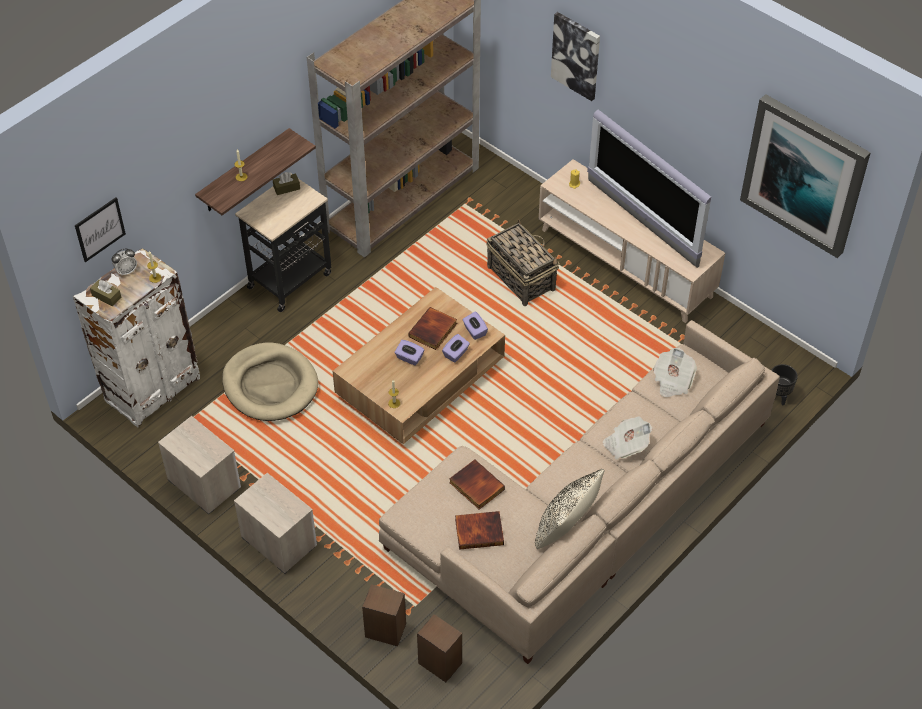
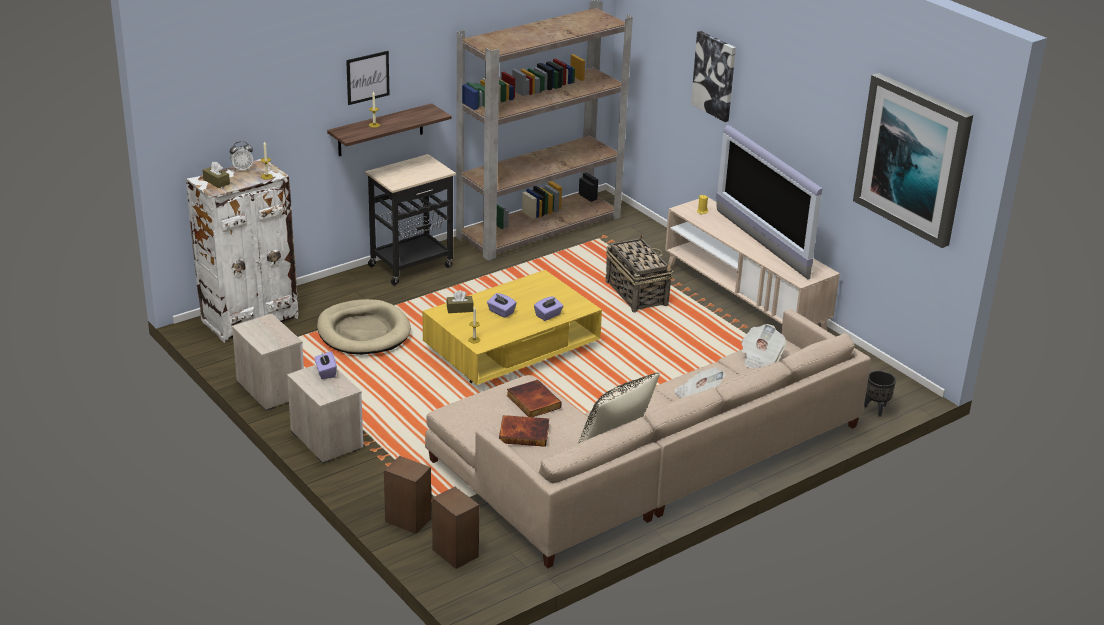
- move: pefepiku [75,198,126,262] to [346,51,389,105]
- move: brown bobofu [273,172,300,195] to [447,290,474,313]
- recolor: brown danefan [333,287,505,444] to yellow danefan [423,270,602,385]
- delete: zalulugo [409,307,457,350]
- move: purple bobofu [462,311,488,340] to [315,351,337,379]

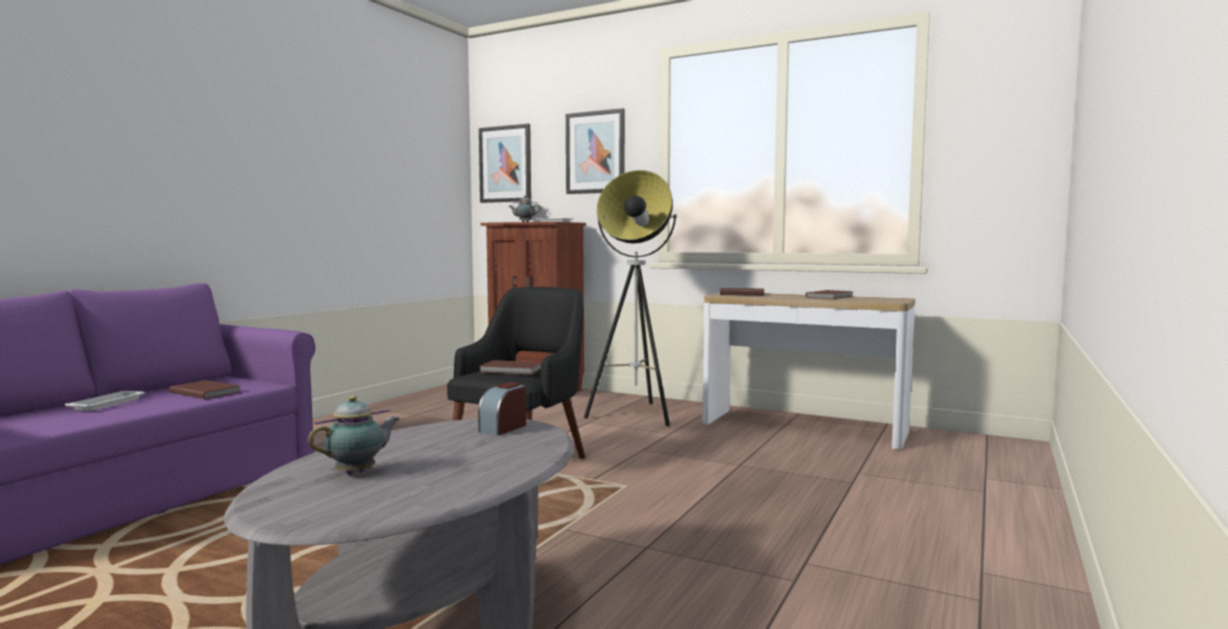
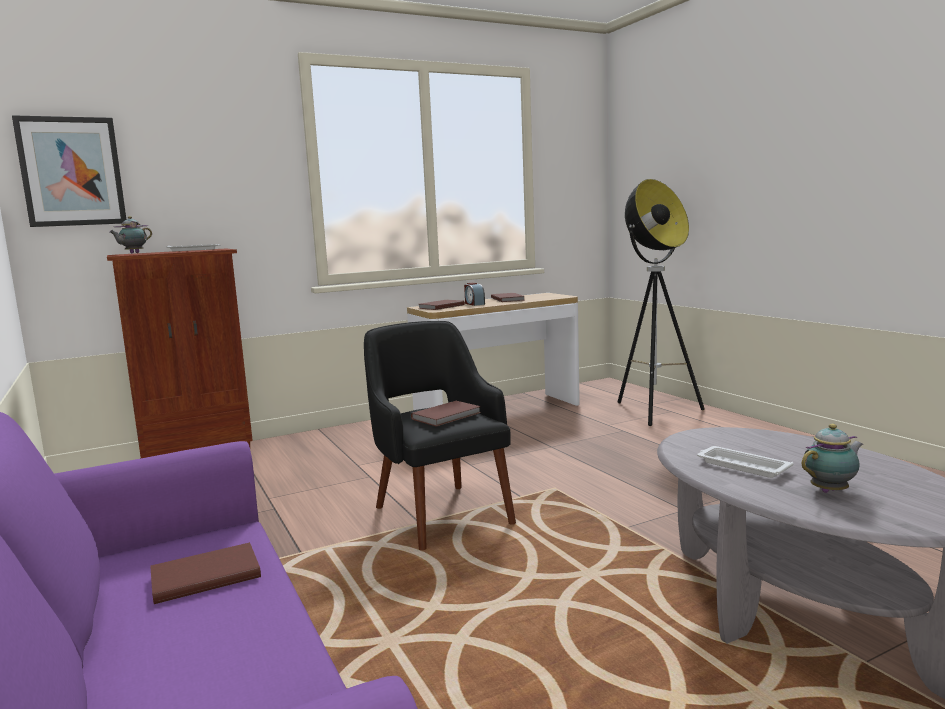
- move: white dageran [65,391,145,411] to [697,446,794,478]
- rotate: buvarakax [308,395,399,475] = [802,424,863,493] 75 degrees clockwise
- move: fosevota [478,382,526,436] to [464,283,485,306]
- delete: pefepiku [566,108,625,194]
- move: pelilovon [584,170,677,426] to [618,179,705,426]

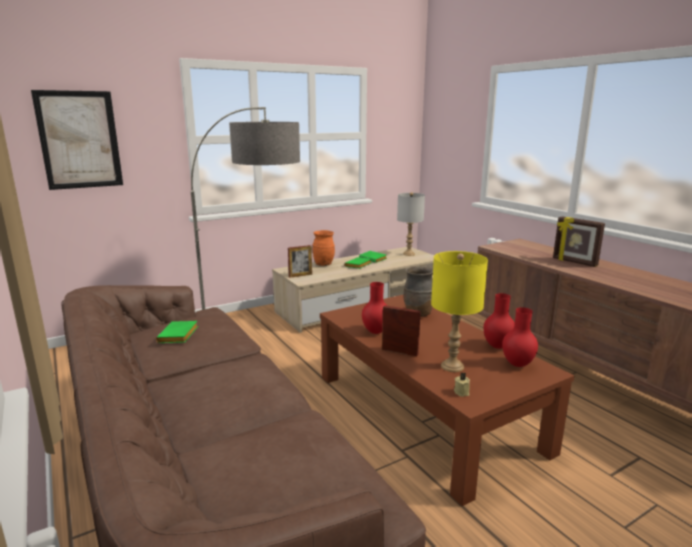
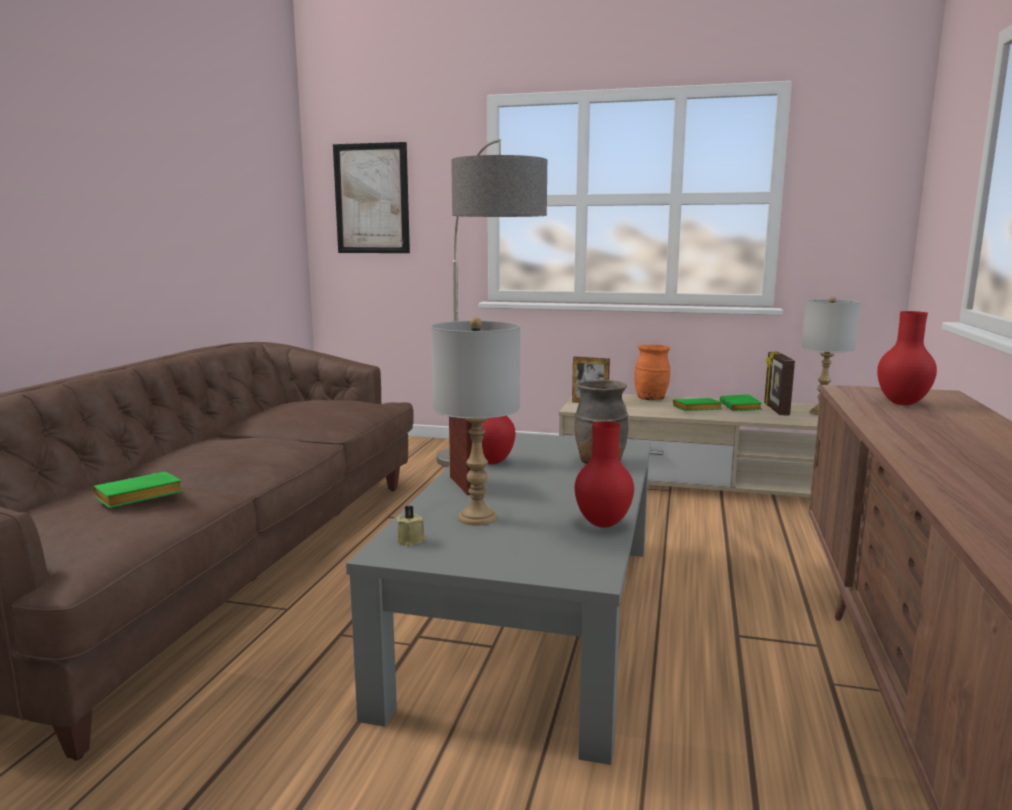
- move: green zalulugo [156,321,198,343] to [94,471,183,508]
- recolor: brown danefan [320,294,574,506] to grey danefan [346,433,651,765]
- recolor: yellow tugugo [431,251,488,372] to grey tugugo [431,317,520,525]
- move: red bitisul [502,307,538,367] to [877,311,937,405]
- move: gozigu [553,216,605,267] to [764,352,795,415]

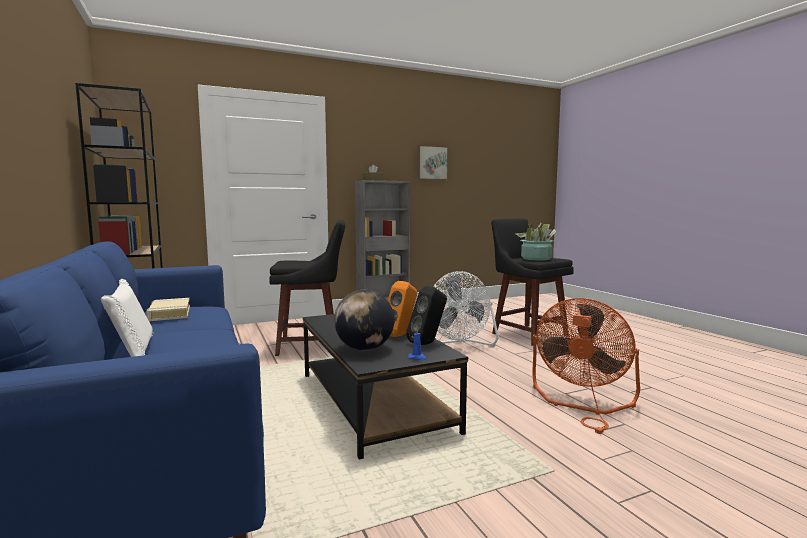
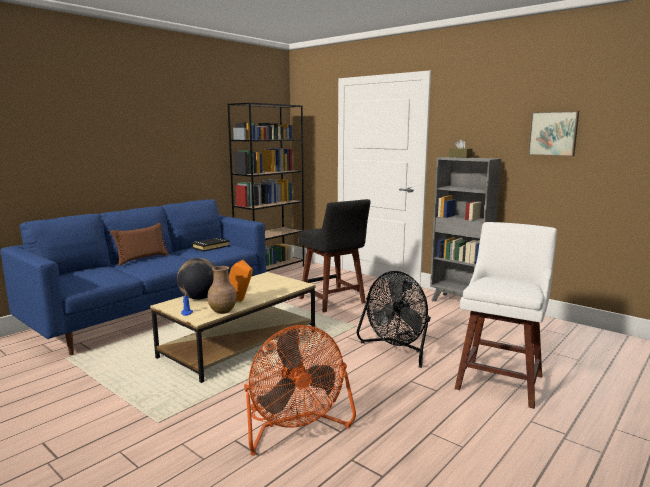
- recolor: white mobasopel [101,279,154,357] to brown mobasopel [110,223,169,266]
- recolor: beige zalulugo [147,298,190,321] to black zalulugo [191,238,230,252]
- recolor: black danefan [303,314,468,460] to beige danefan [150,272,316,383]
- replace: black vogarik [406,286,447,345] to brown bitisul [207,266,237,314]
- recolor: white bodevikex [433,271,499,347] to black bodevikex [357,271,431,368]
- recolor: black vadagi [491,219,574,346] to white vadagi [455,222,557,409]
- delete: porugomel [516,223,556,261]
- rotate: orange bodevikex [532,298,640,434] = [244,325,356,455] 60 degrees clockwise

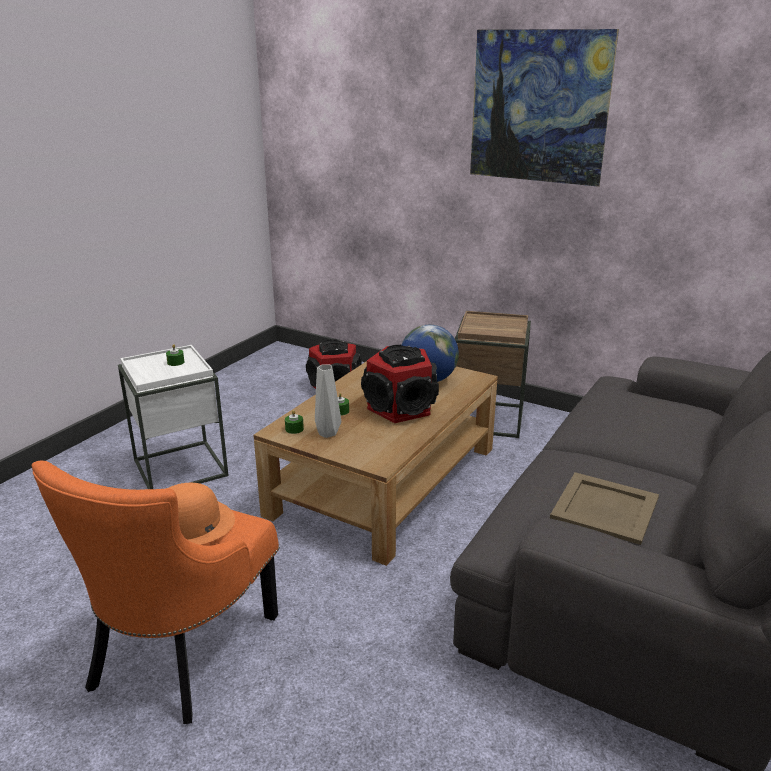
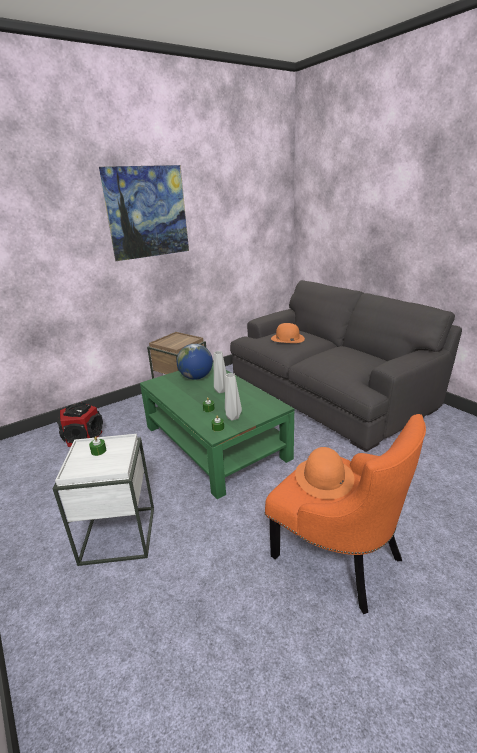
- recolor: brown danefan [253,361,498,566] to green danefan [140,363,294,499]
- replace: vogarik [361,345,439,423] to grey bitisul [213,351,227,393]
- delete: beige dageran [550,472,659,545]
- insert: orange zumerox [271,323,305,343]

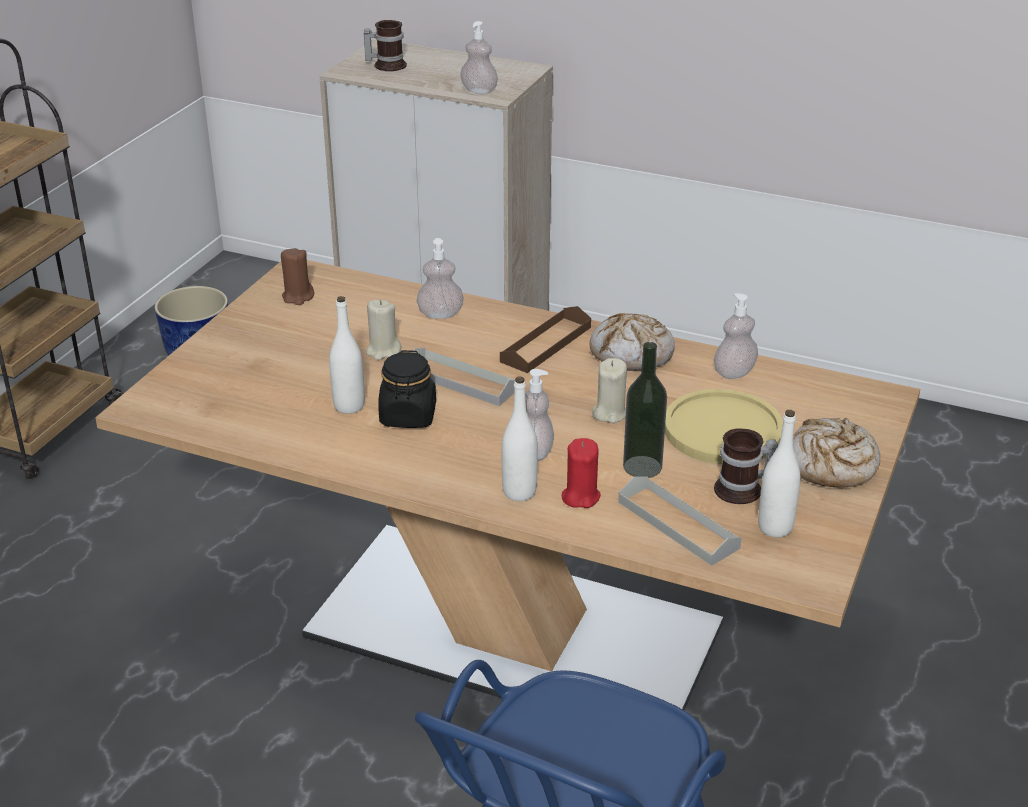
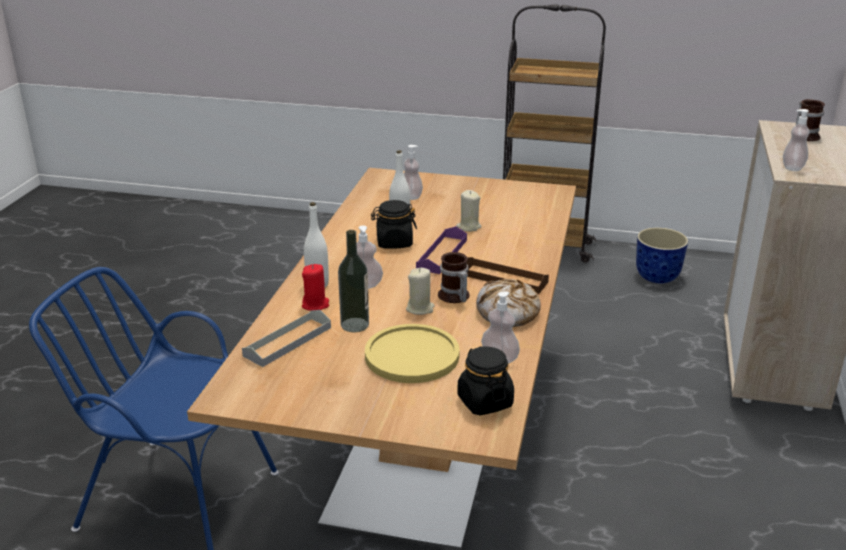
- delete: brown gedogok [281,248,314,305]
- recolor: grey dageran [412,348,515,406] to purple dageran [416,226,467,274]
- move: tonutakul [416,238,464,319] to [404,145,423,200]
- move: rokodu [714,429,778,504] to [438,252,470,303]
- delete: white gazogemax [758,410,801,537]
- delete: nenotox [793,418,880,488]
- insert: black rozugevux [457,346,514,415]

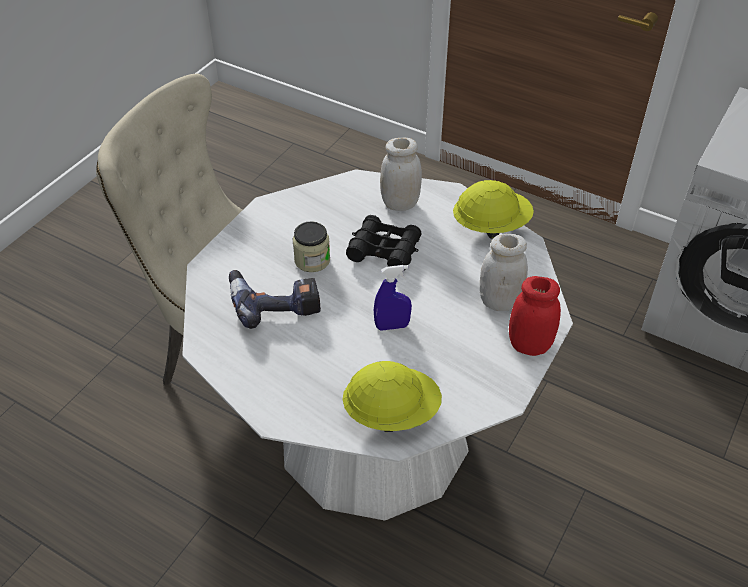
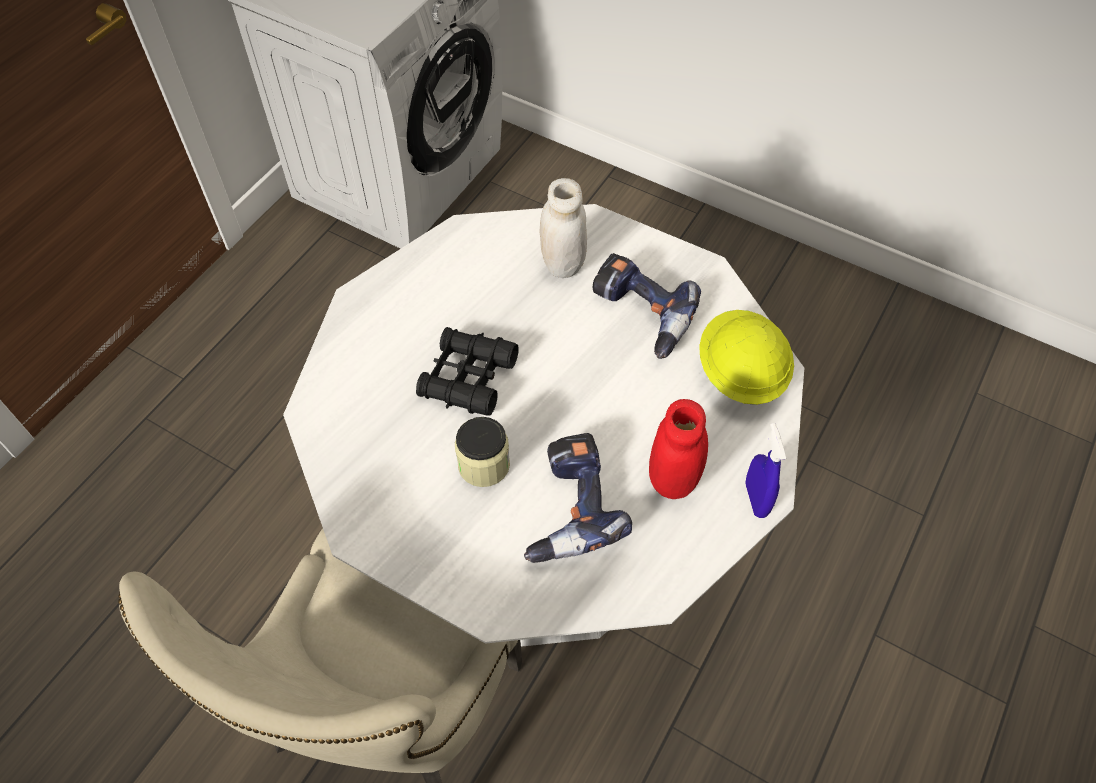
- move: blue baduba [374,265,412,331] to [745,423,786,518]
- delete: white rozugevux [380,138,422,211]
- delete: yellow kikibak [453,180,534,239]
- move: red rozugevux [509,276,561,356] to [649,399,708,499]
- insert: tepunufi [593,253,701,359]

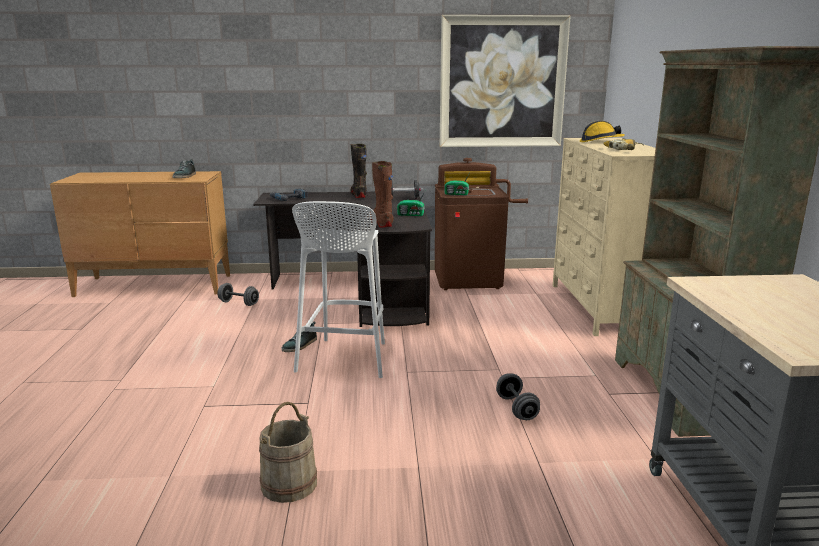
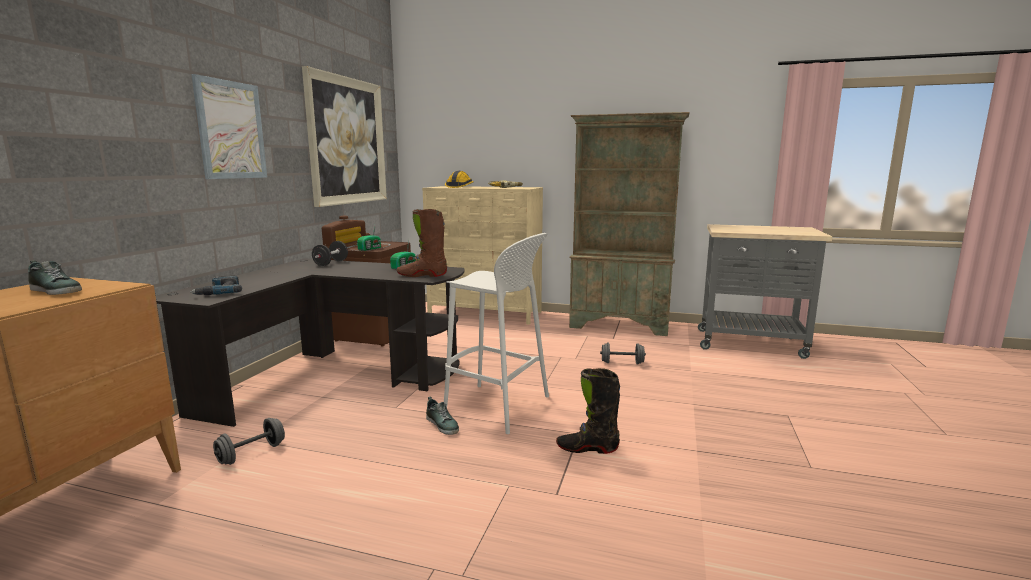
- delete: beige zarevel [259,402,317,503]
- move: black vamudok [350,144,367,198] to [556,368,620,454]
- insert: pefepiku [191,74,267,179]

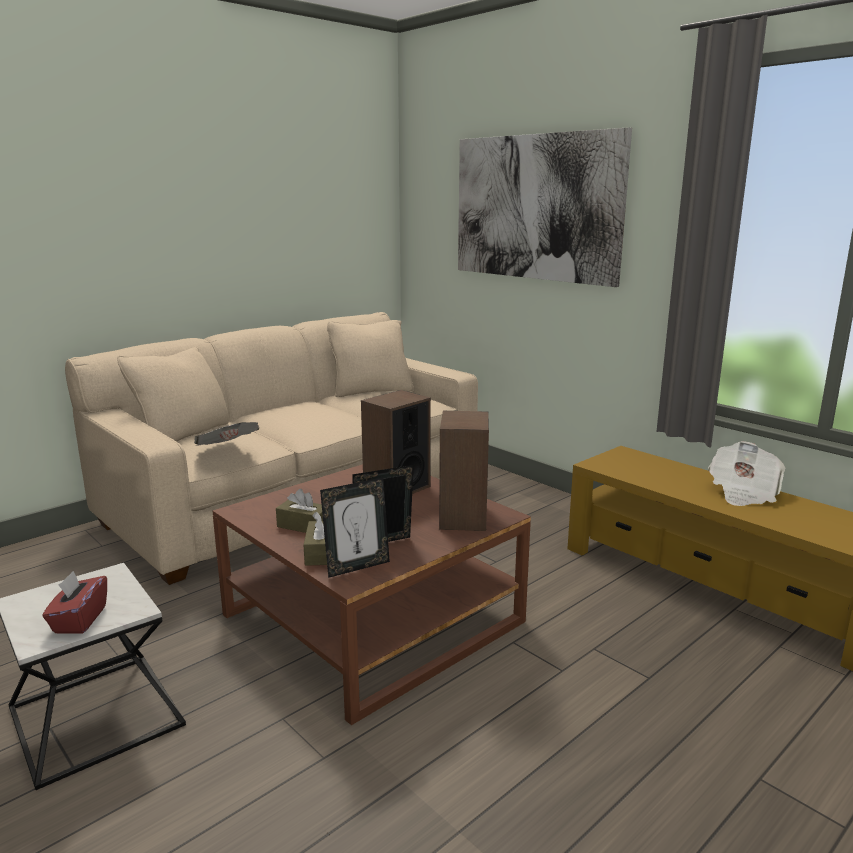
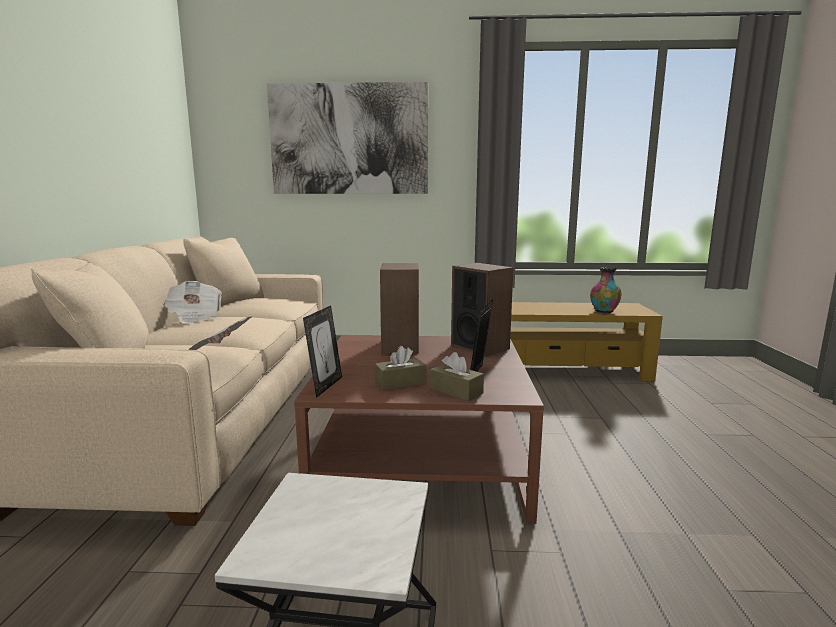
- delete: red bobofu [42,571,107,633]
- move: gozigu [320,478,390,578] to [303,306,342,398]
- move: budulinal [708,441,785,506] to [164,281,222,324]
- insert: bitisul [590,267,621,314]

